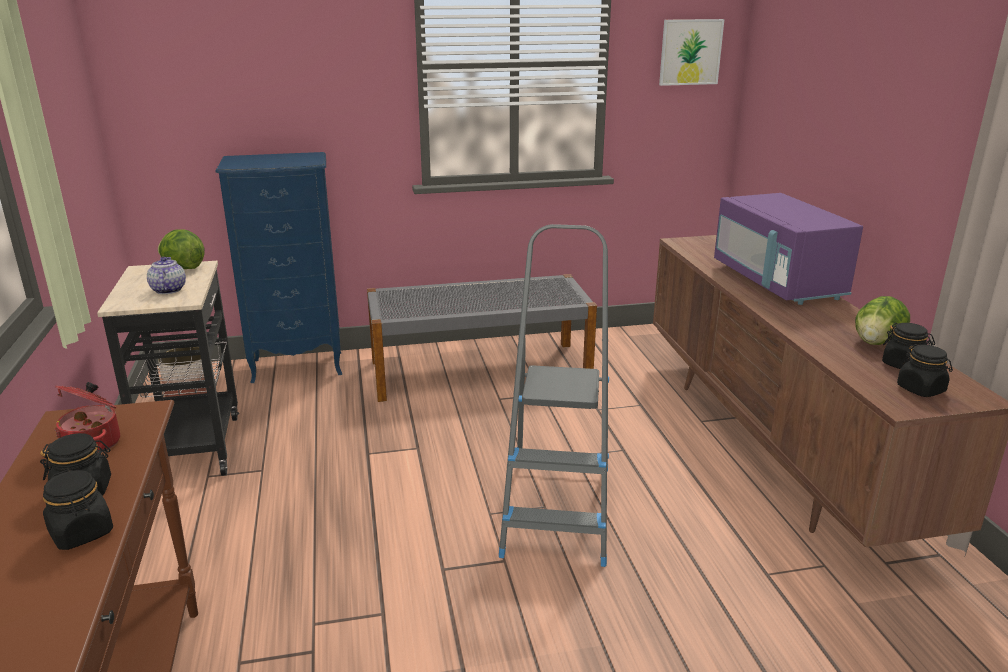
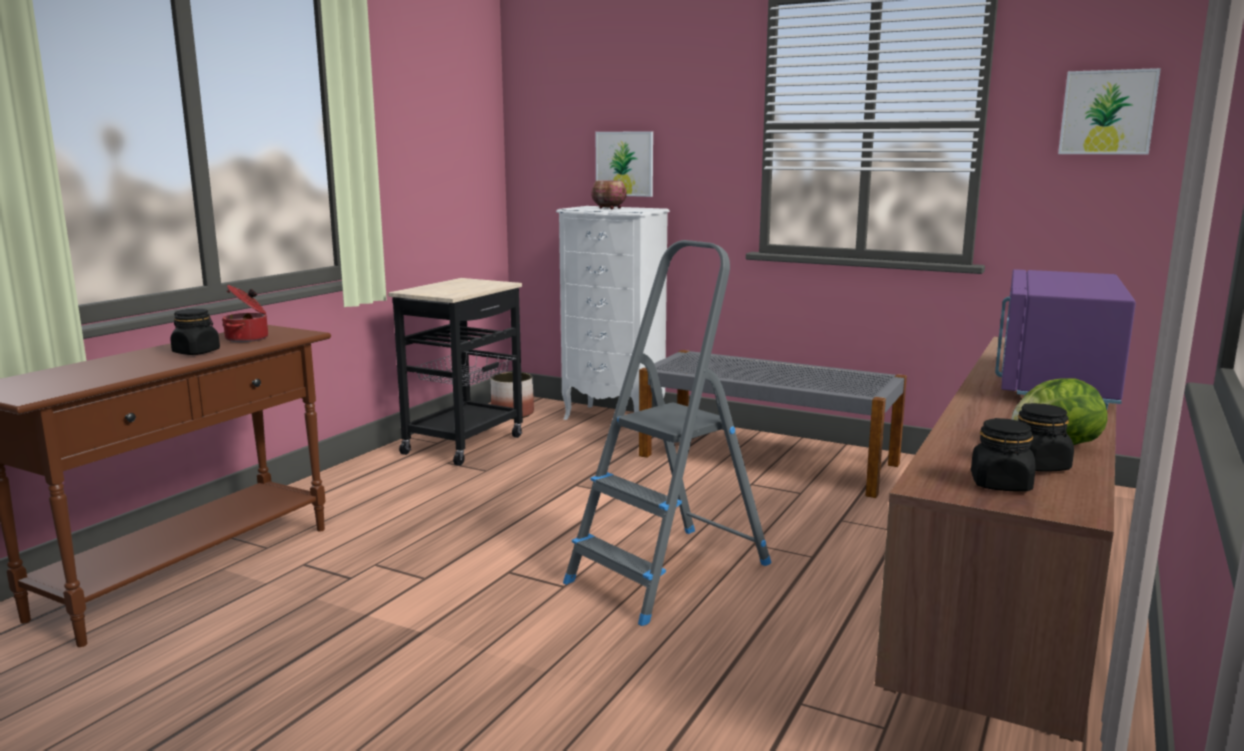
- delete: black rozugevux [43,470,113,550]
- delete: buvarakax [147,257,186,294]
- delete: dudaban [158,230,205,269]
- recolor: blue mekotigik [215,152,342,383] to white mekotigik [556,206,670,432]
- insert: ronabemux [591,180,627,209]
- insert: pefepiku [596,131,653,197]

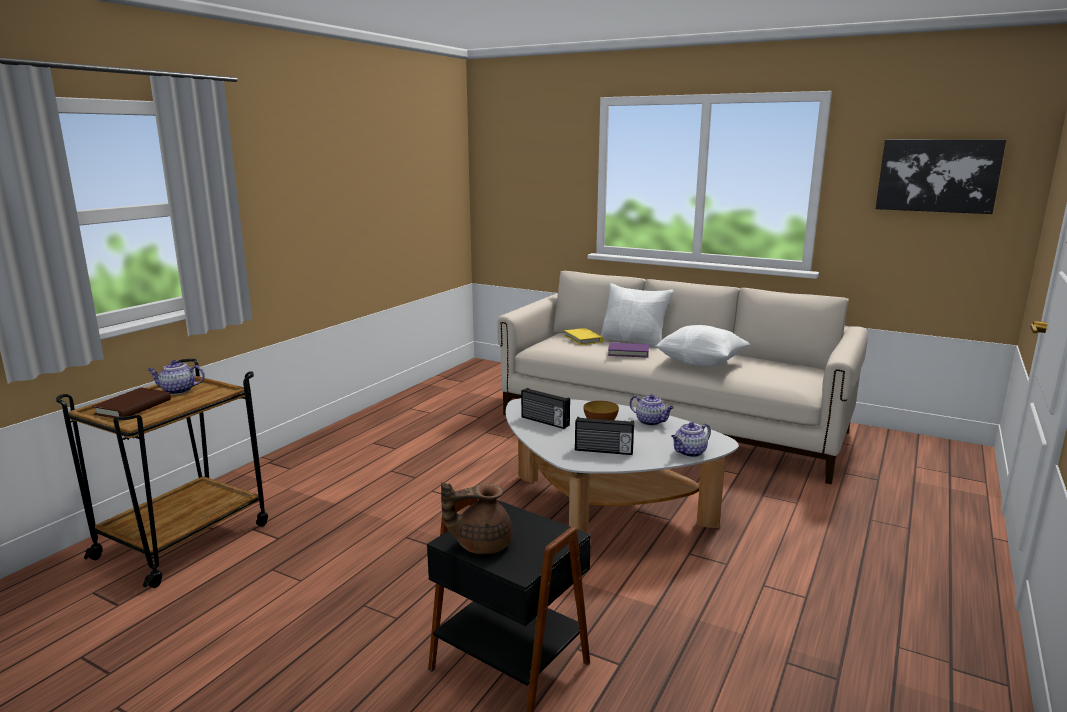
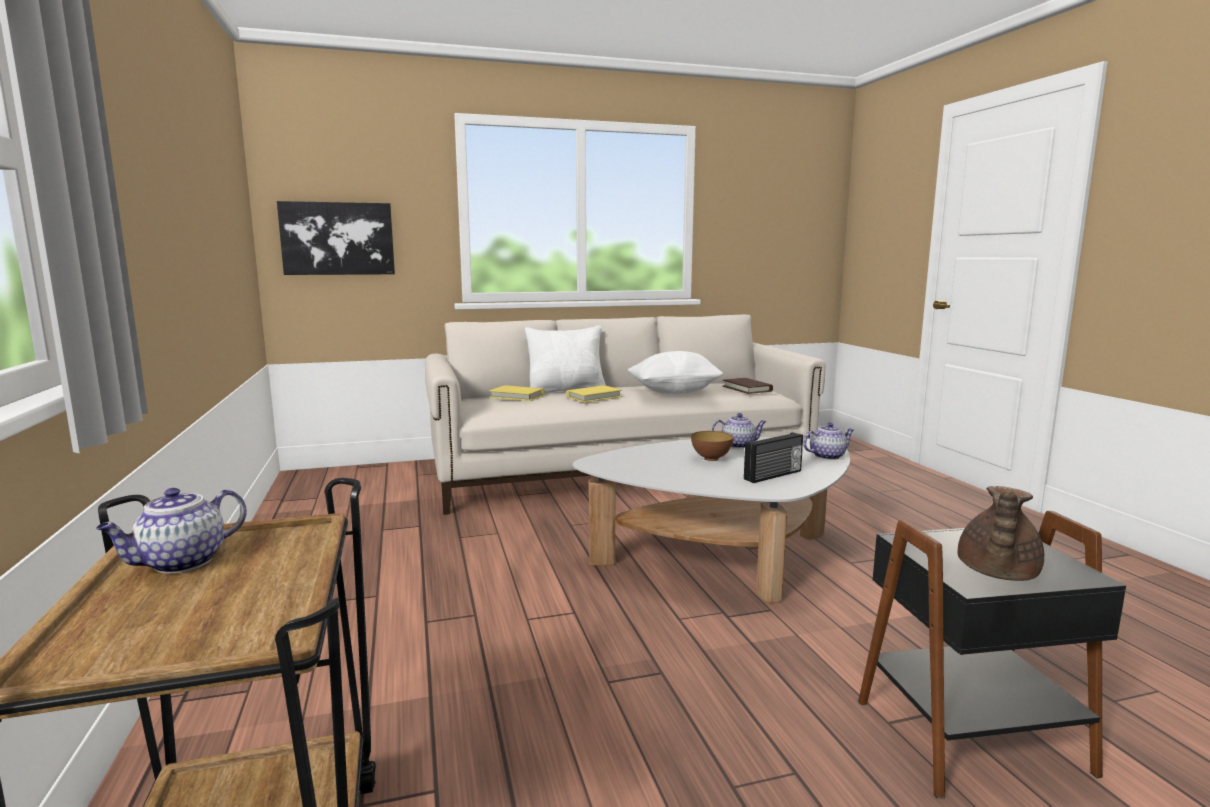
- move: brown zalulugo [92,388,171,418] to [723,378,773,394]
- delete: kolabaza [521,388,570,429]
- recolor: purple zalulugo [608,342,649,358] to yellow zalulugo [566,385,622,403]
- rotate: buvarakax [671,422,711,457] = [803,422,854,460] 120 degrees counterclockwise
- move: pefepiku [876,139,1006,214] to [277,201,395,275]

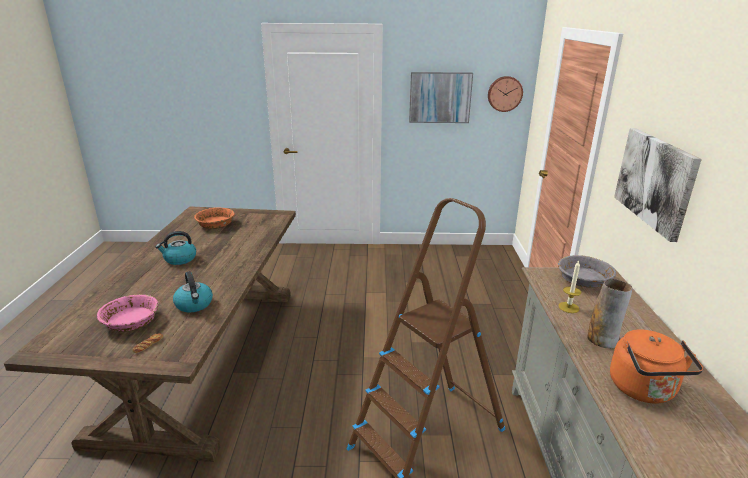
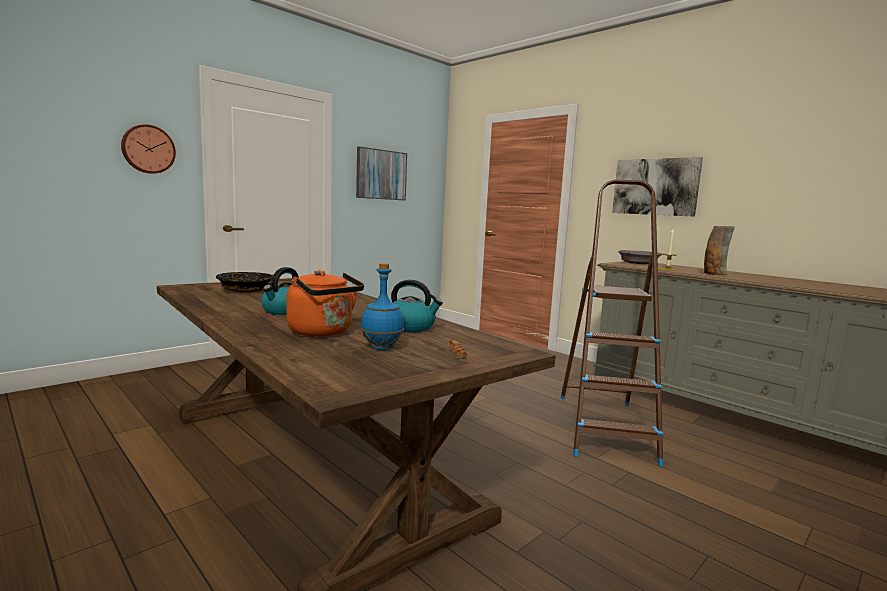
- replace: pink ronabemux [97,294,158,331] to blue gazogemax [361,263,404,350]
- recolor: orange ronabemux [194,208,235,229] to black ronabemux [216,272,273,293]
- move: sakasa [488,76,523,112] to [121,124,176,174]
- move: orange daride [610,329,703,404] to [286,270,364,337]

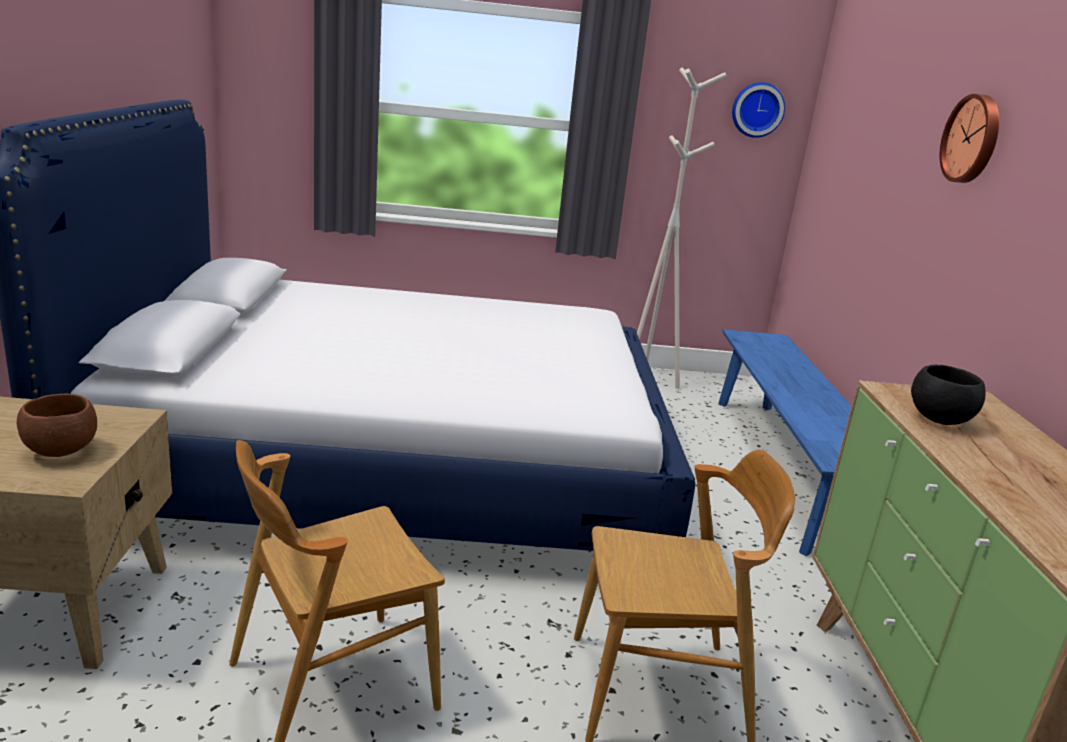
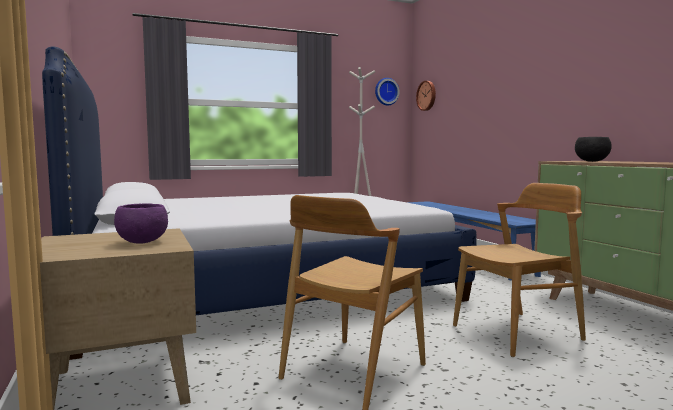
- recolor: brown ronabemux [17,394,97,457] to purple ronabemux [114,203,168,244]
- move: sakasa [940,94,999,183] to [416,81,436,111]

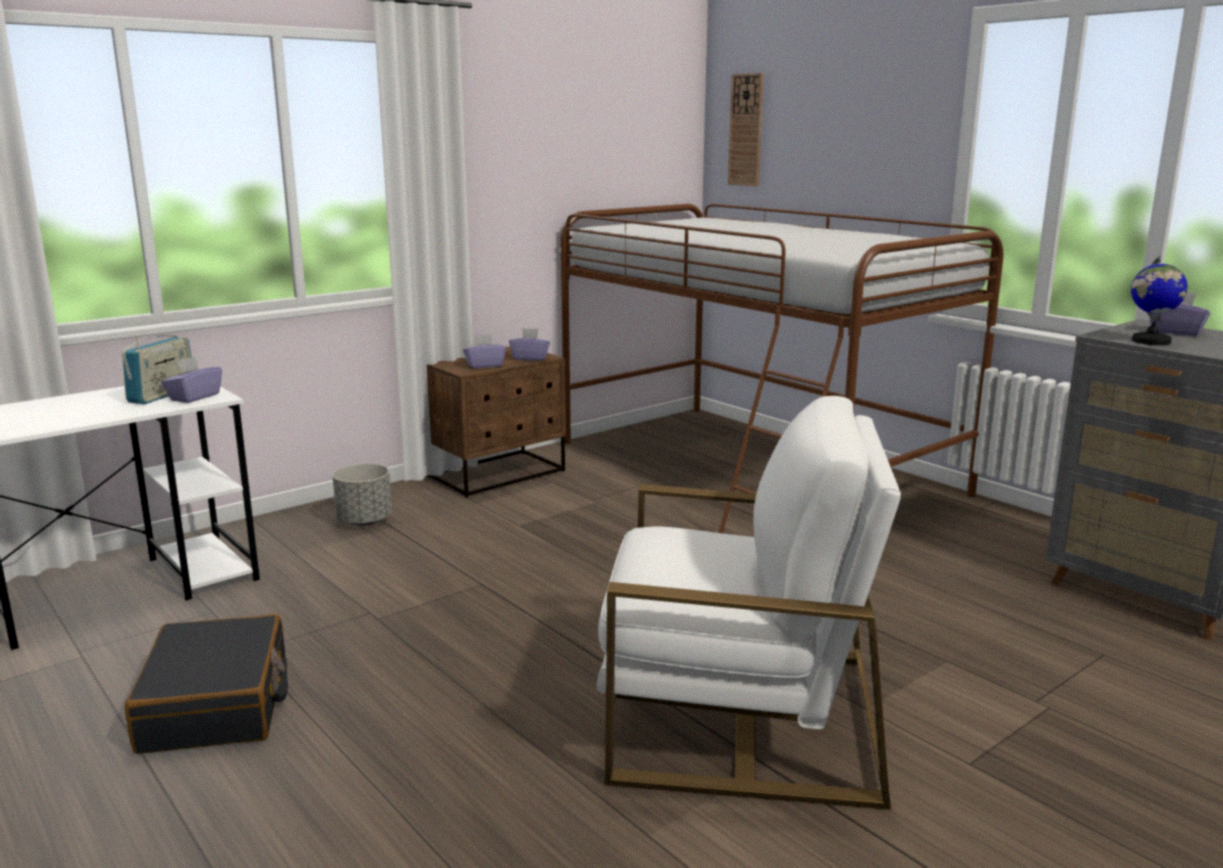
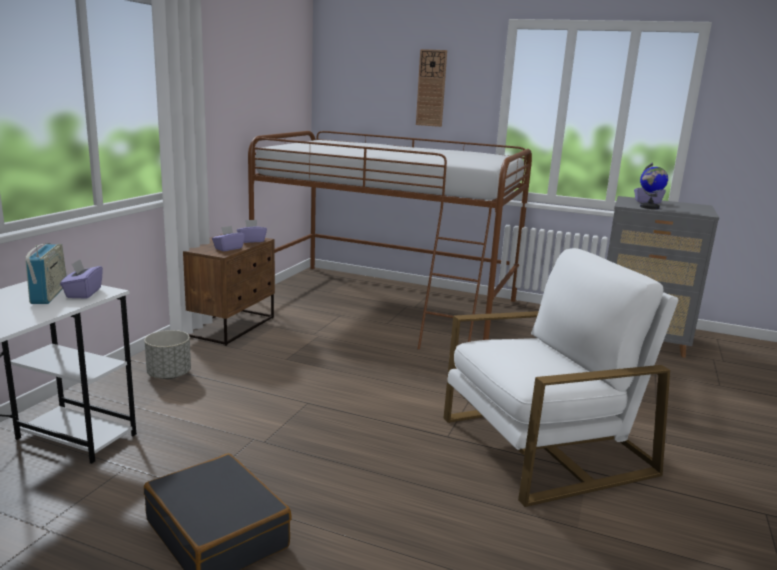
- move: sakasa [728,73,764,186] to [416,49,447,127]

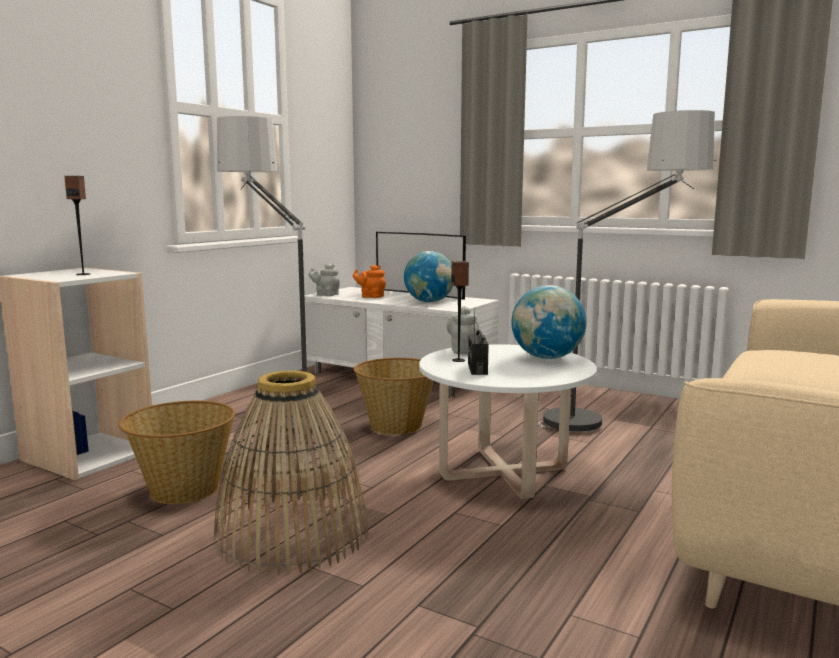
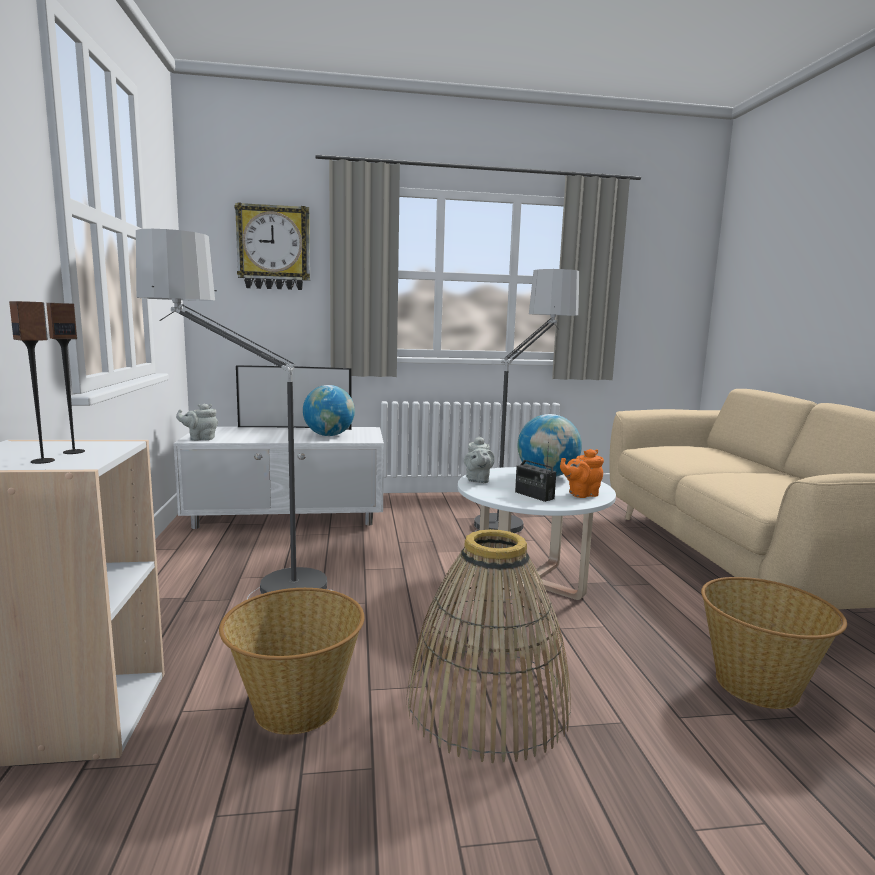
- move: orange buvarakax [353,265,386,298] to [560,449,604,498]
- move: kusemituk [354,358,434,435] to [701,577,847,709]
- rotate: grey buvarakax [447,306,479,354] = [464,436,495,483] 135 degrees counterclockwise
- move: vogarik [451,261,469,362] to [9,301,55,464]
- insert: sakasa [235,202,310,290]

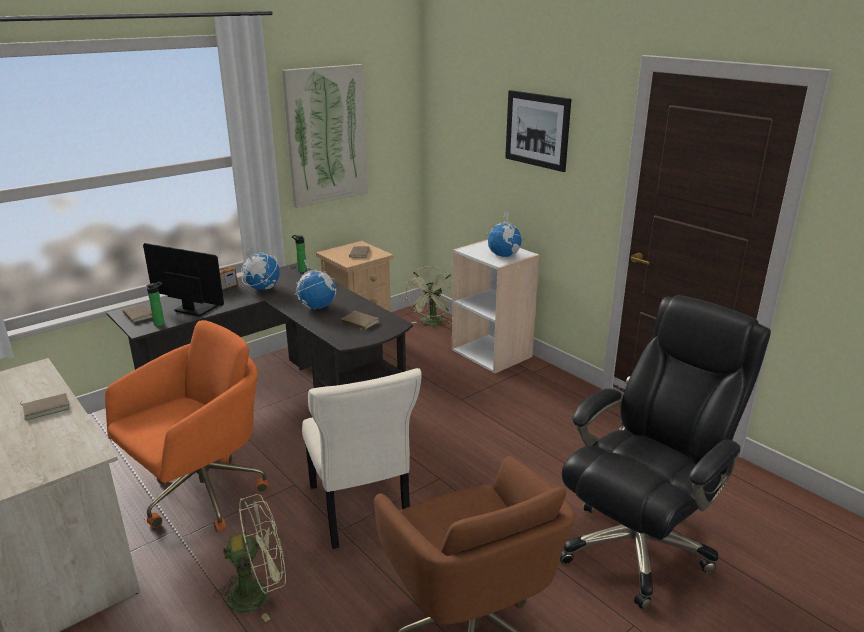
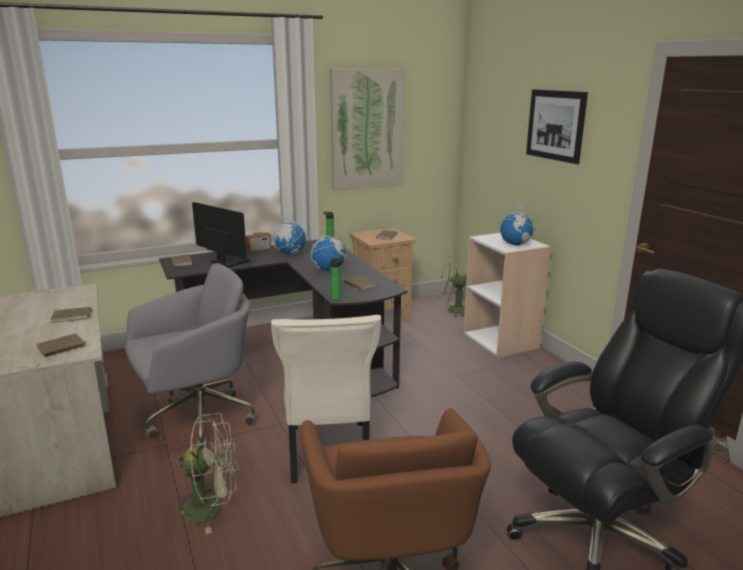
- recolor: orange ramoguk [105,320,268,533] to grey ramoguk [125,263,256,448]
- move: gazogemax [147,282,165,326] to [330,257,345,301]
- rotate: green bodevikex [406,266,453,326] = [438,255,466,317] 75 degrees clockwise
- insert: brown zalulugo [36,333,87,357]

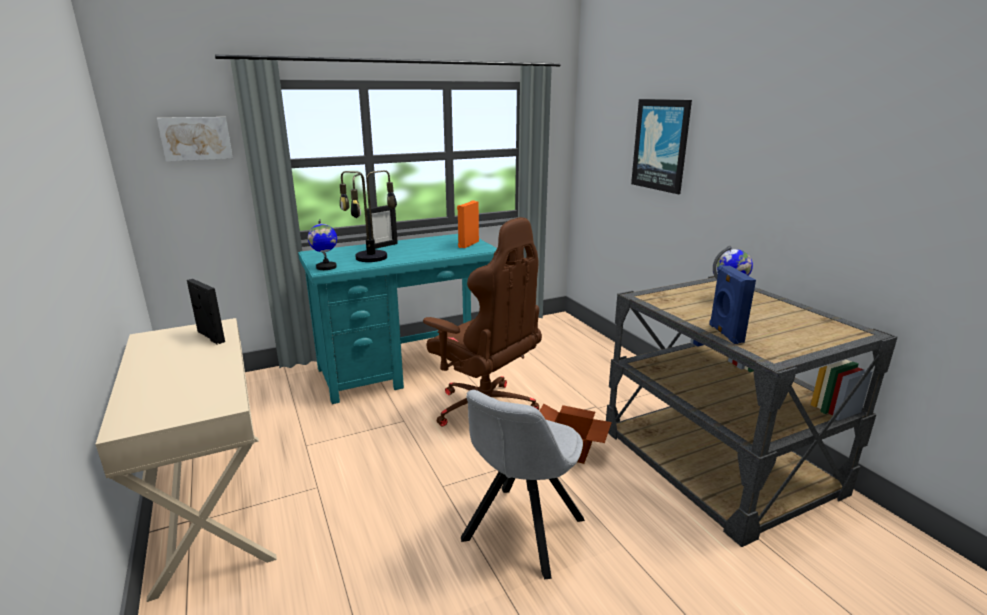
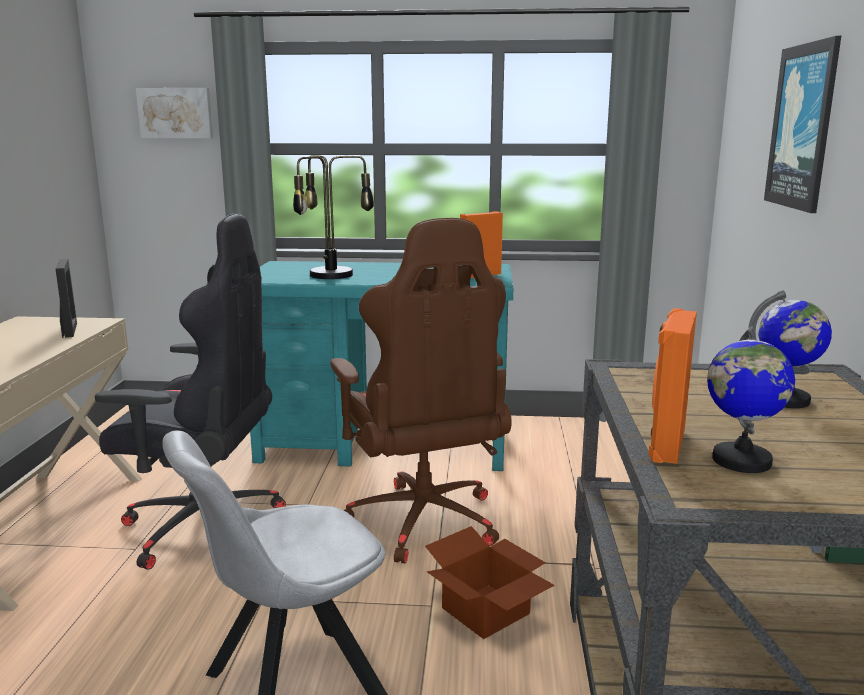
- move: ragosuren [308,219,337,270] to [707,326,795,473]
- delete: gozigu [366,205,398,249]
- recolor: blue vogarik [709,265,756,344] to orange vogarik [649,308,697,464]
- insert: black ramoguk [95,213,286,570]

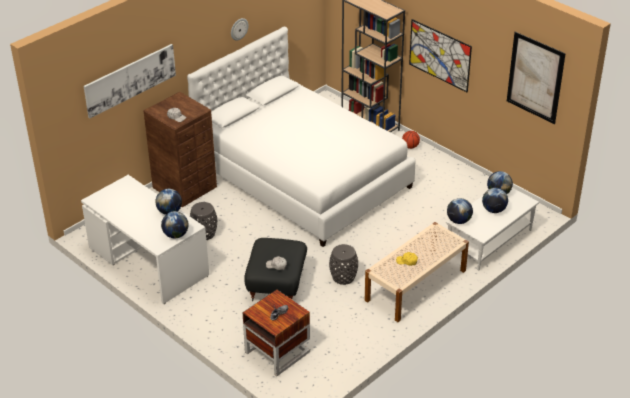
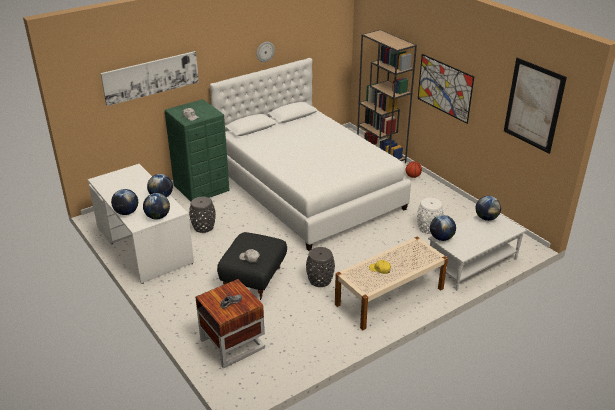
- recolor: brown mekotigik [144,92,217,207] to green mekotigik [164,99,230,202]
- move: ragosuren [482,188,508,213] to [111,189,138,215]
- insert: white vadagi [417,198,443,234]

